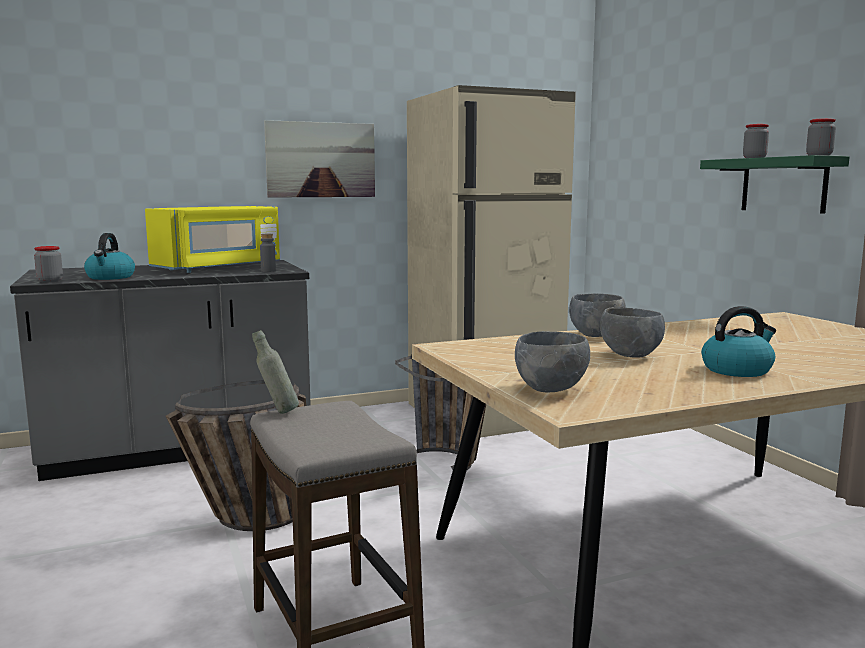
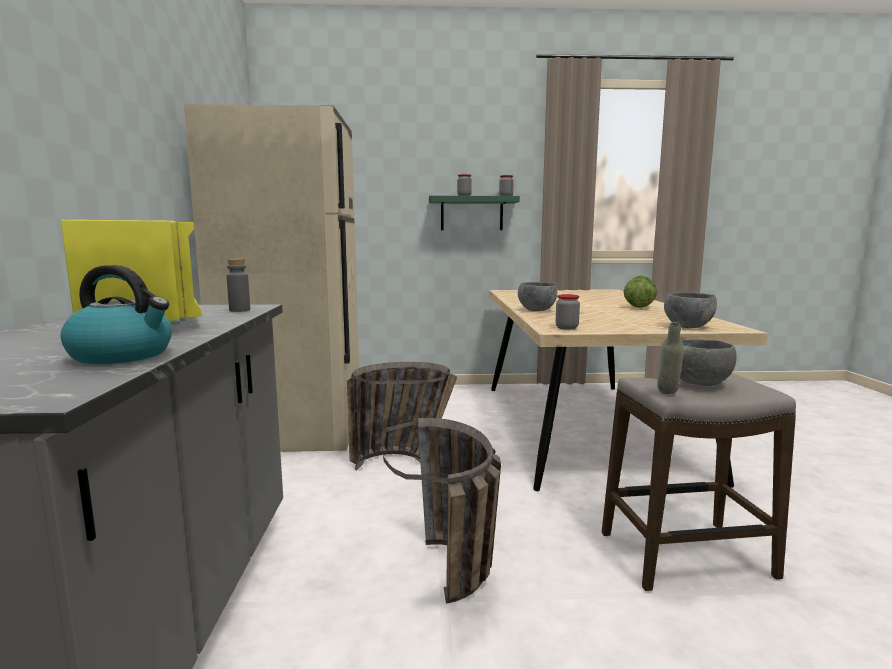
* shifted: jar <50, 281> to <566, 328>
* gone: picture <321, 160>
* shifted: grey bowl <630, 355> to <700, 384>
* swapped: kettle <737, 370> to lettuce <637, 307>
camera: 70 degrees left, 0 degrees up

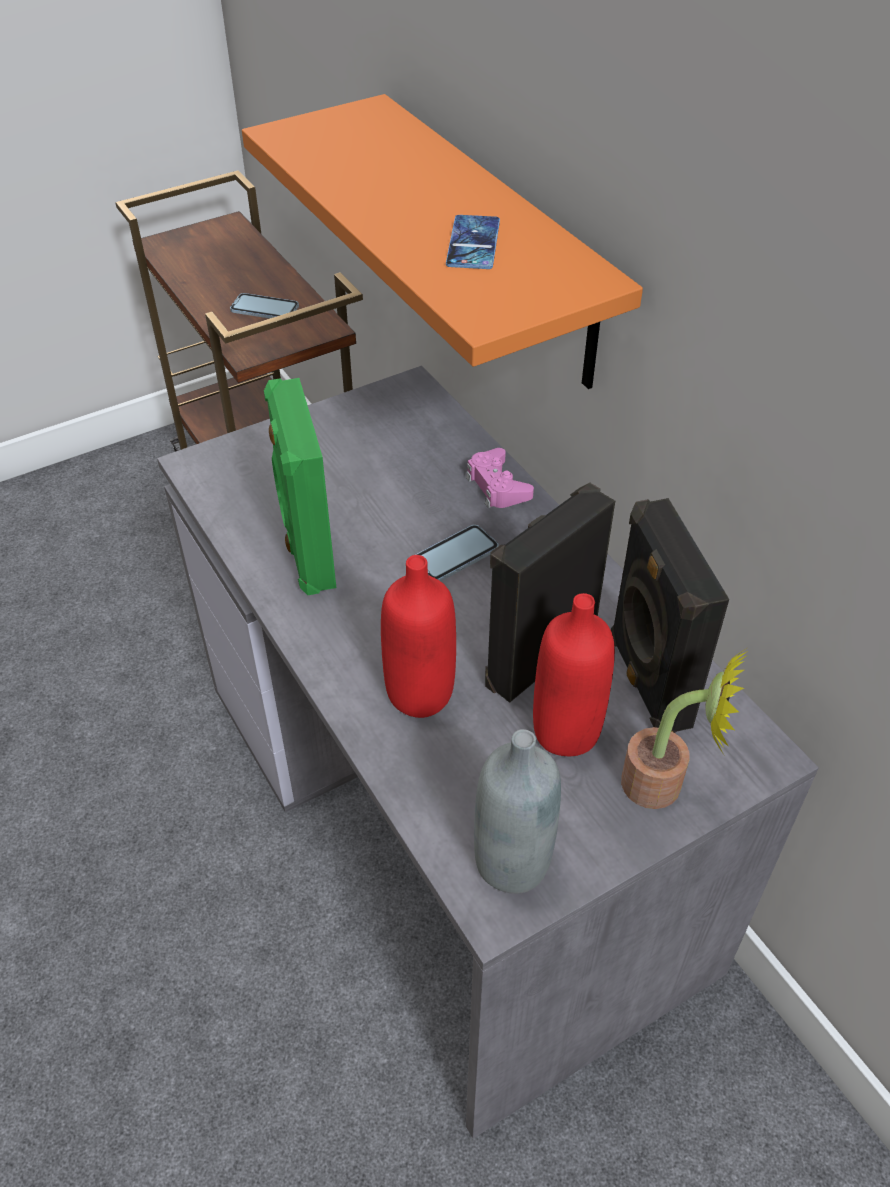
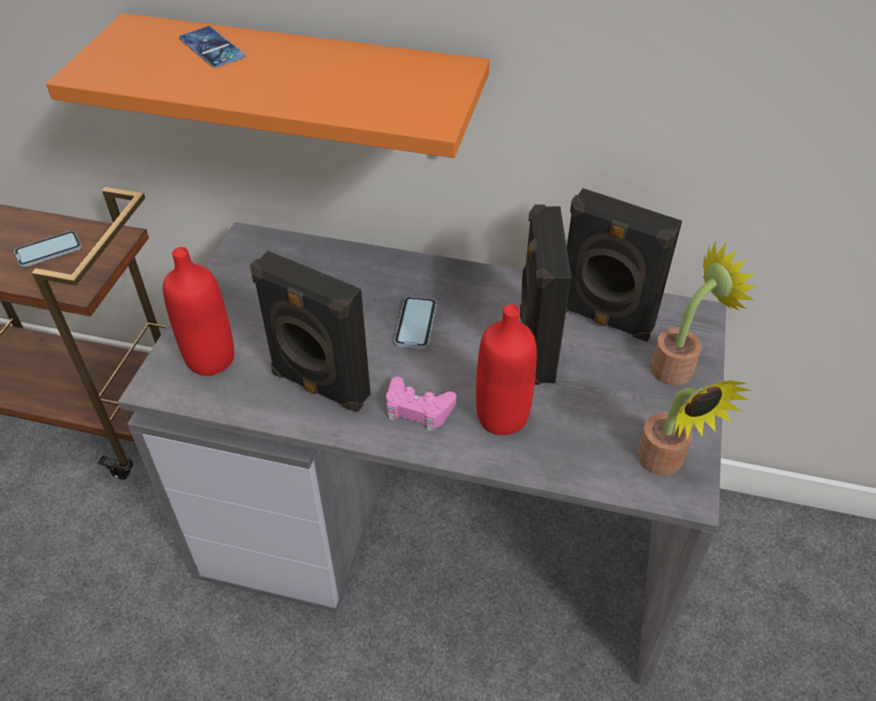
* repainted: green speaker <306, 551> to black speaker <318, 386>
* shifted: phone <473, 243> to <212, 48>
* shifted: pink game controller <497, 486> to <418, 409>
* swapped: grey bottle <512, 863> to potted plant <665, 464>
* shifted: red bottle <566, 731> to <210, 359>
camera: 45 degrees left, 0 degrees up

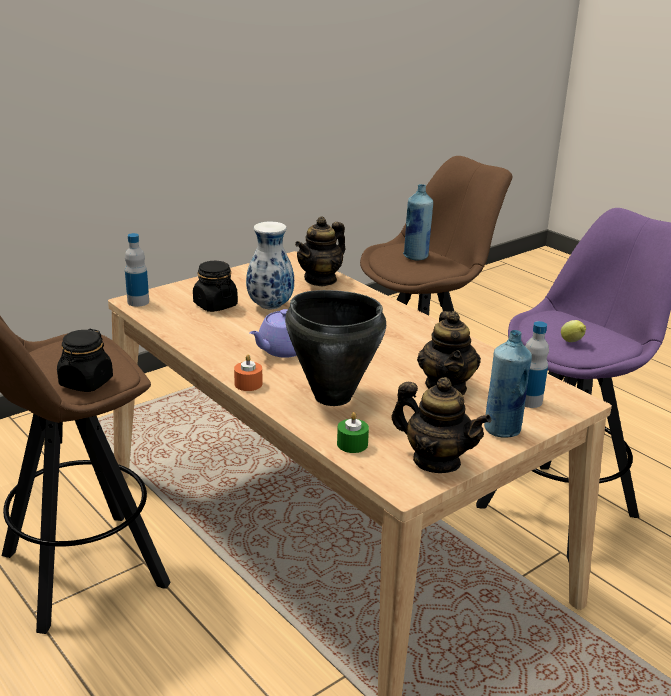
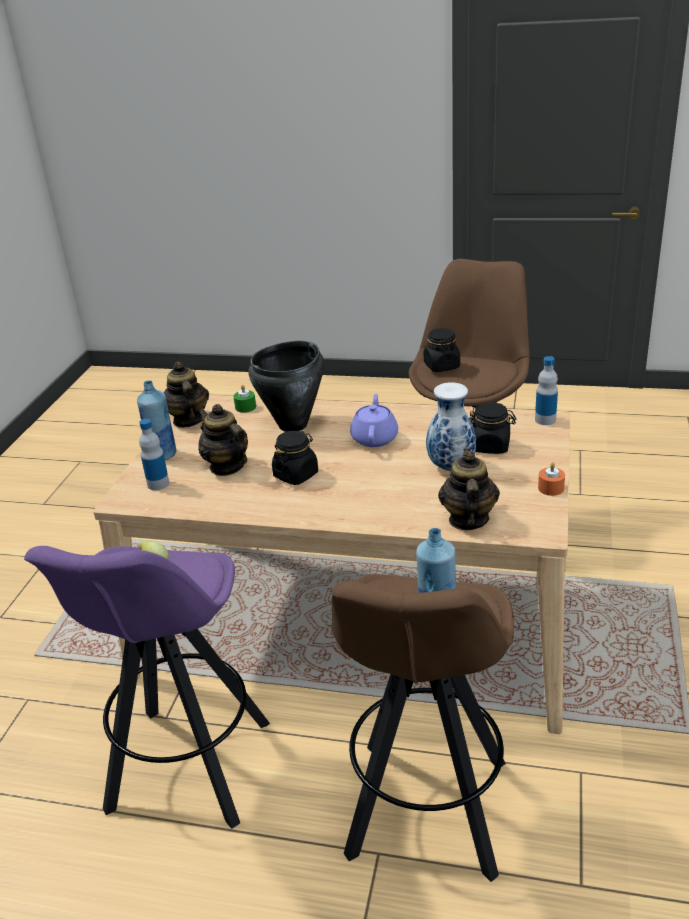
* shifted: orange candle <248, 384> to <551, 488>
* rotated: teapot <436, 461> = <188, 420> 75 degrees clockwise
* new: black jar <296, 475>
camera: 145 degrees right, 5 degrees up

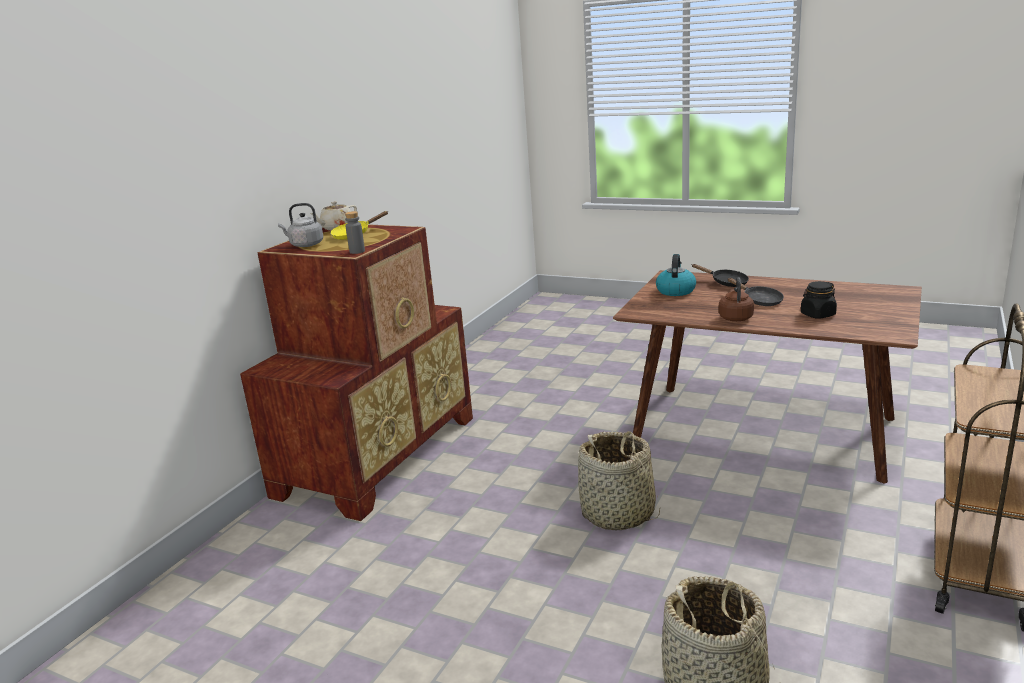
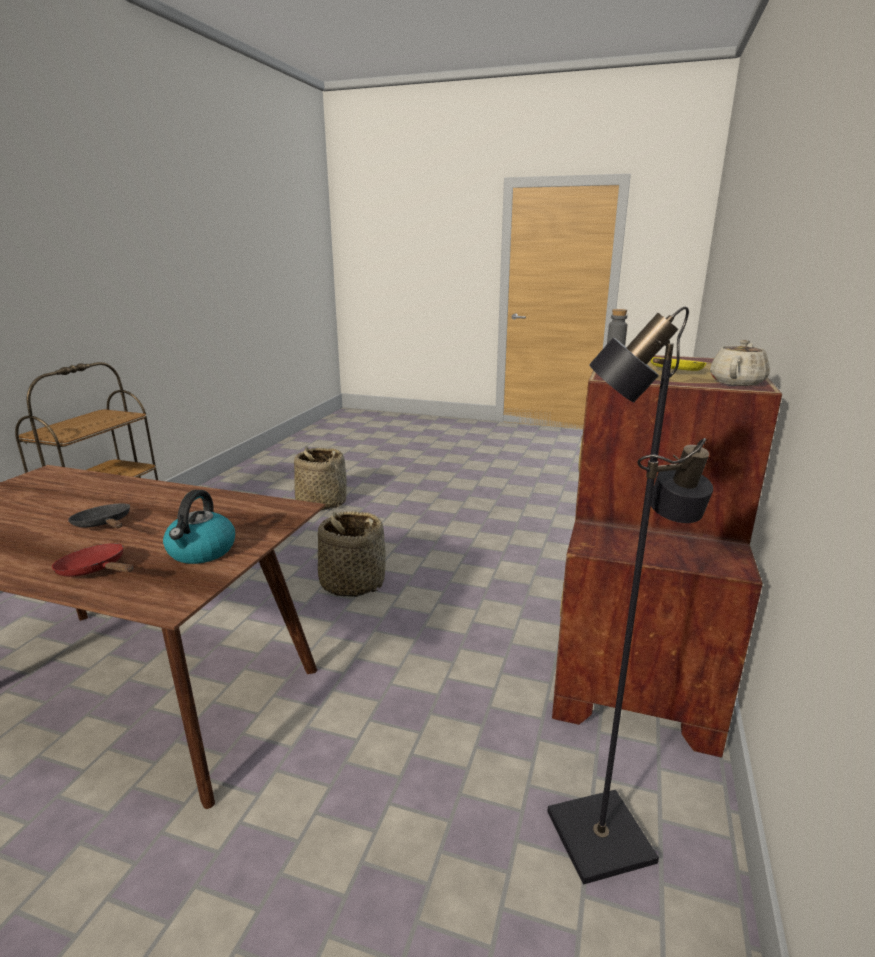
* gone: grey kettle <305, 245>
* repainted: black frying pan <726, 282> to red frying pan <96, 570>
* gone: brown kettle <735, 317>
* gone: black jar <817, 315>
* new: black floor lamp <600, 836>
camera: 170 degrees right, 0 degrees up

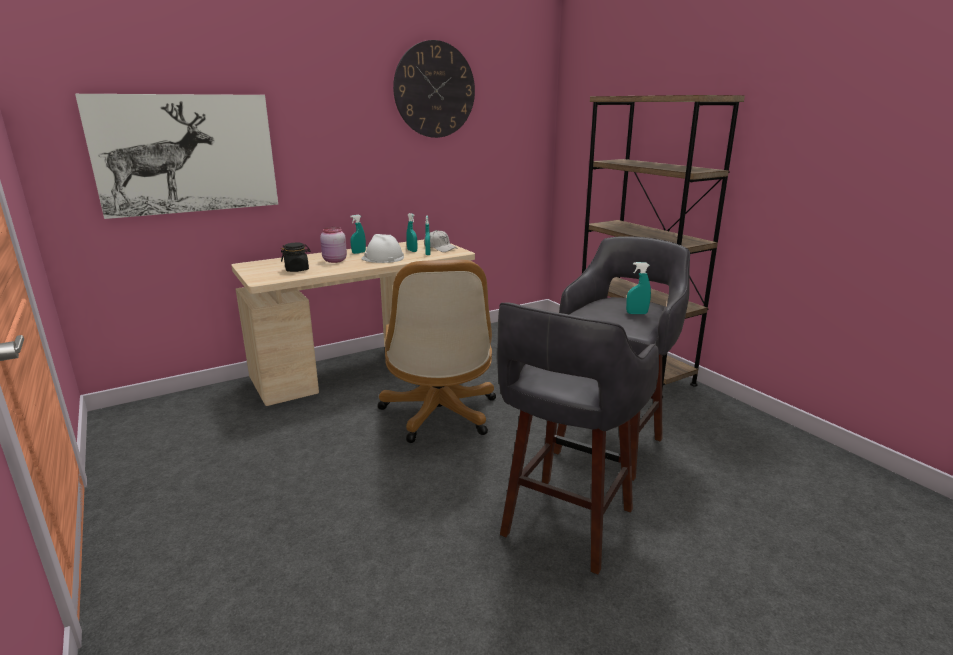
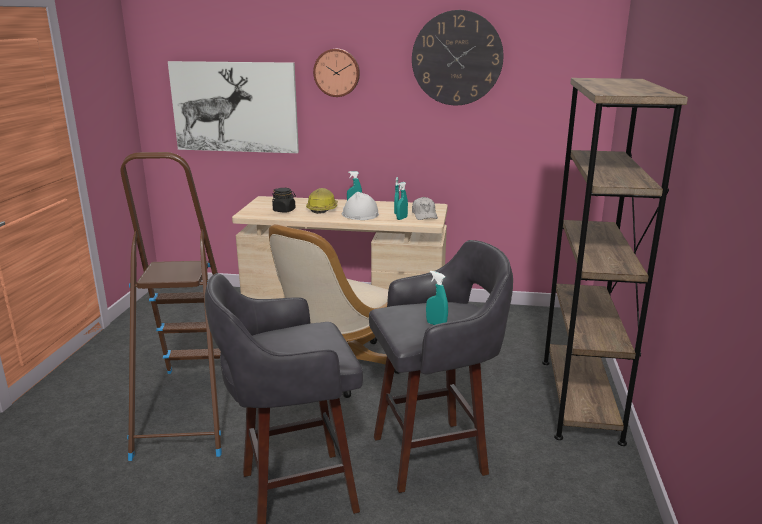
* swapped: pink jar <334, 261> to hard hat <322, 209>
* new: brown step ladder <192, 408>
* new: wall clock <337, 72>
camera: 40 degrees right, 0 degrees up

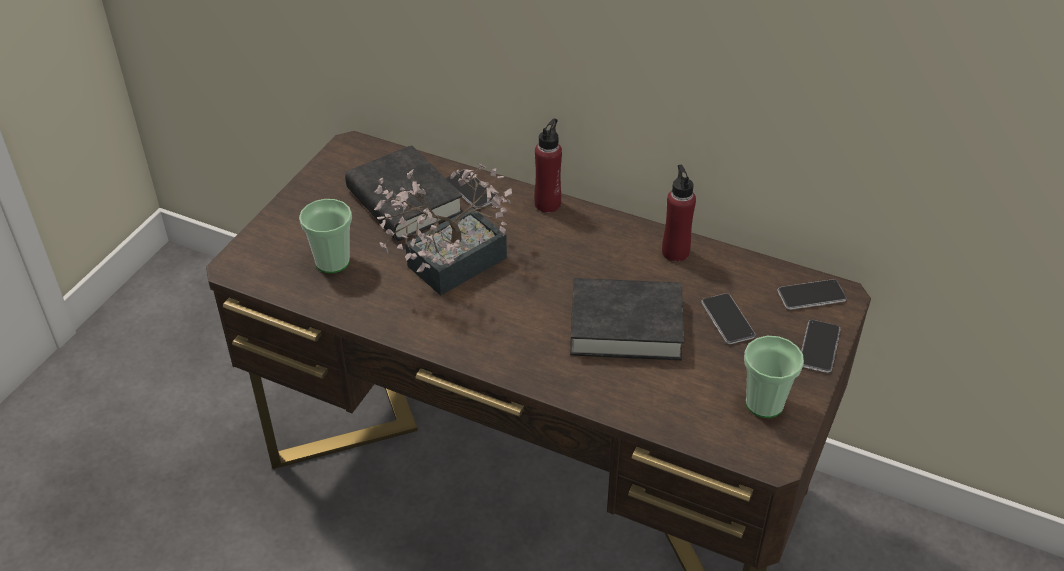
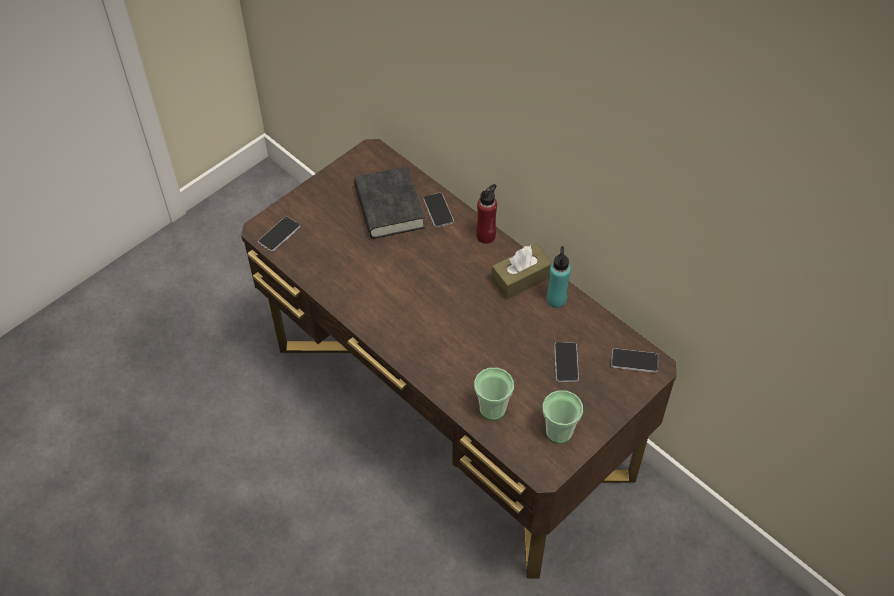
* shifted: cup <332, 262> to <492, 409>
* gone: potted plant <447, 266>
* gone: black book <626, 326>
* repainted: red bottle <675, 252> to turquoise bottle <556, 299>
* shifted: phone <819, 347> to <279, 234>
* new: brown tissue box <521, 278>
camera: 20 degrees right, 10 degrees up

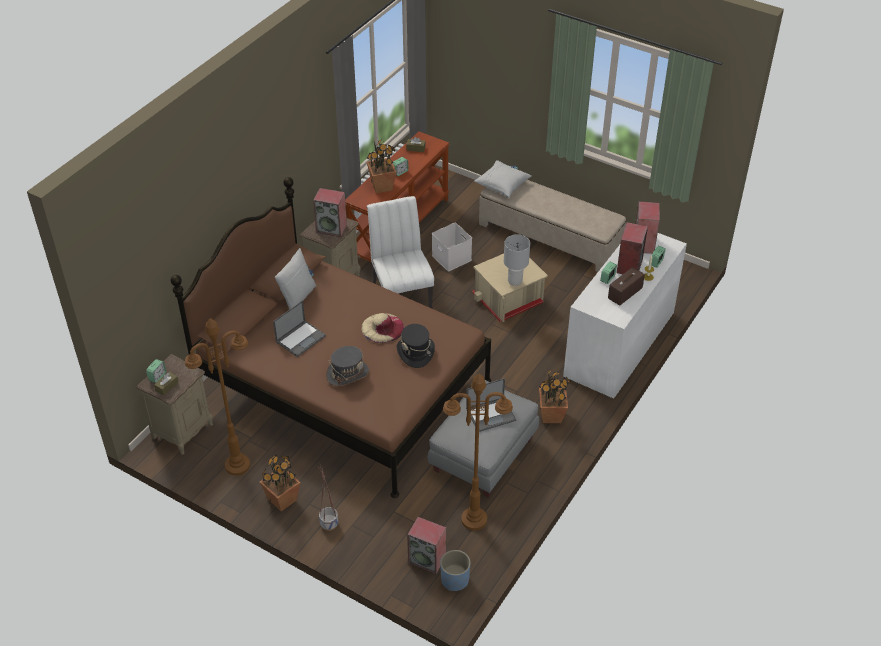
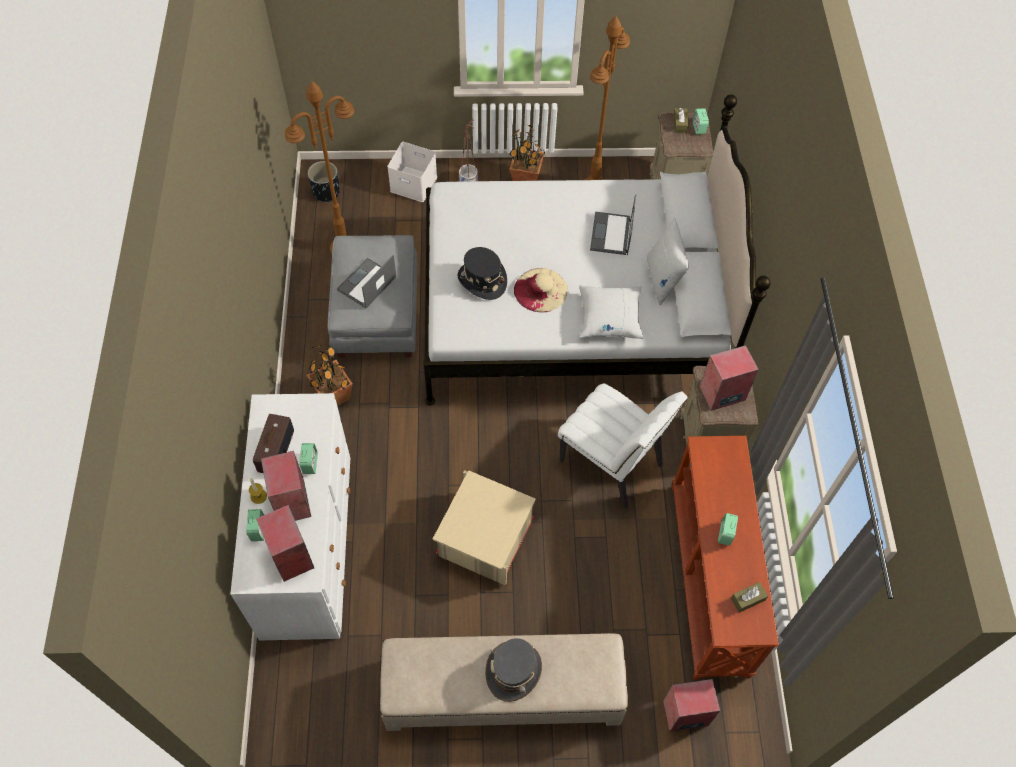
* repainted: brown bed <344, 388> to white bed <570, 312>
* shifted: grey hat <348, 374> to <513, 671>
* gone: potted plant <382, 186>
* shifted: speaker <427, 559> to <685, 714>
* shifted: white storage box <450, 257> to <415, 184>
* repainted: blue planter <455, 580> to black planter <326, 192>
* shifted: grey pillow <502, 185> to <609, 318>
* gone: grey table lamp <514, 282>
camera: 145 degrees right, 15 degrees up

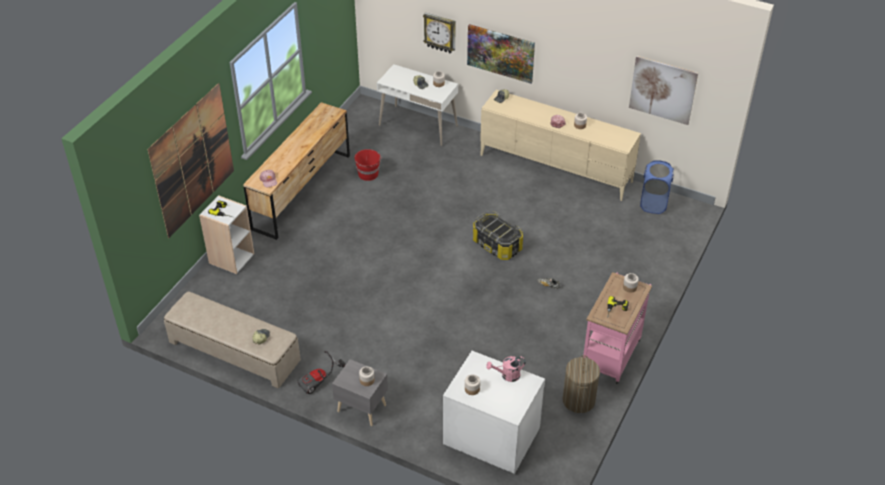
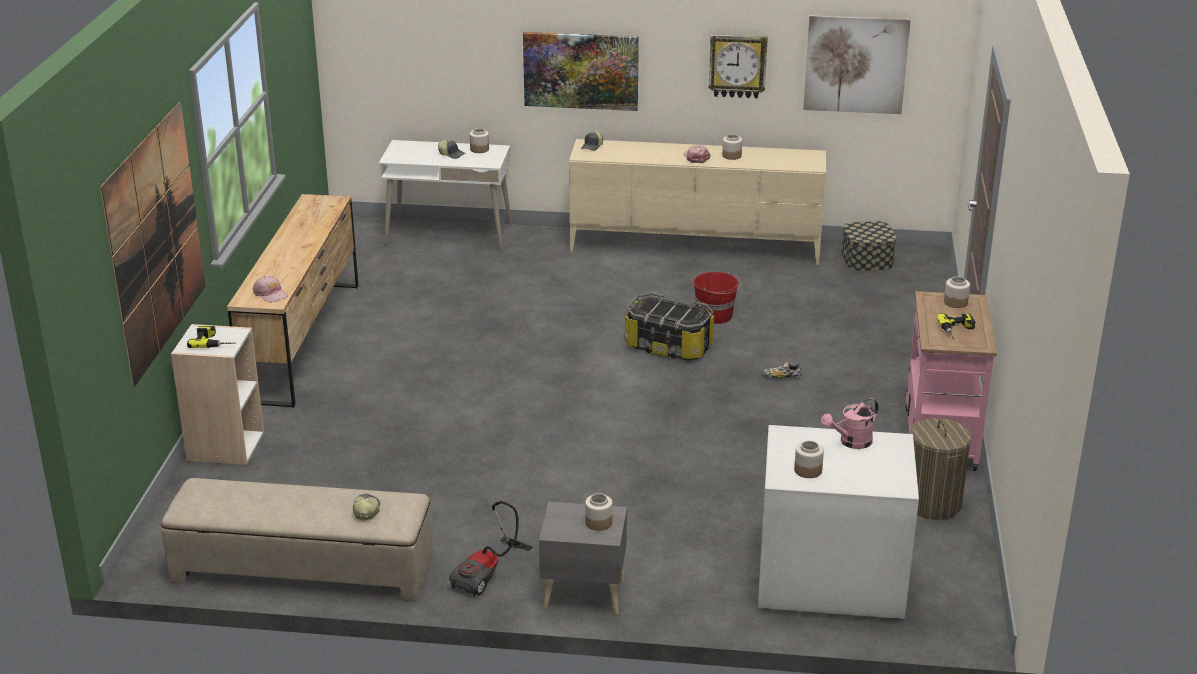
* shifted: red bucket <368, 174> to <715, 315>
* shifted: wall clock <440, 32> to <737, 65>
* swapped: blue laundry basket <653, 204> to storage box <867, 260>
camera: 20 degrees left, 15 degrees down

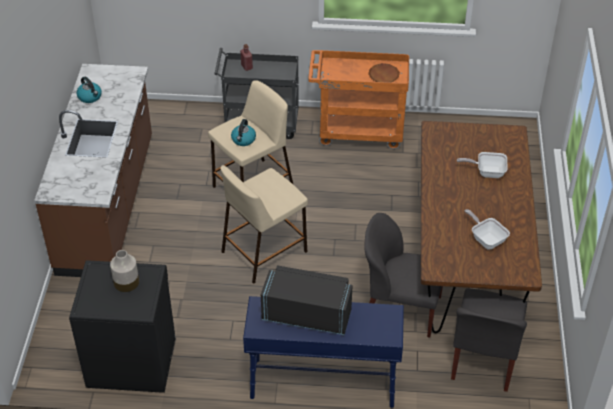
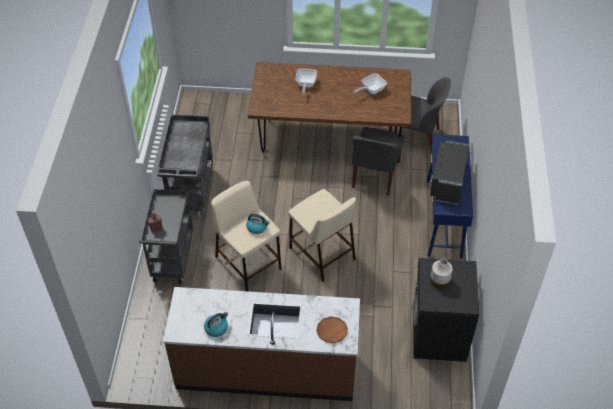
* repainted: orange cart <356, 136> to black cart <191, 195>
* shifted: brown plate <383, 75> to <332, 331>
camera: 90 degrees left, 5 degrees up

